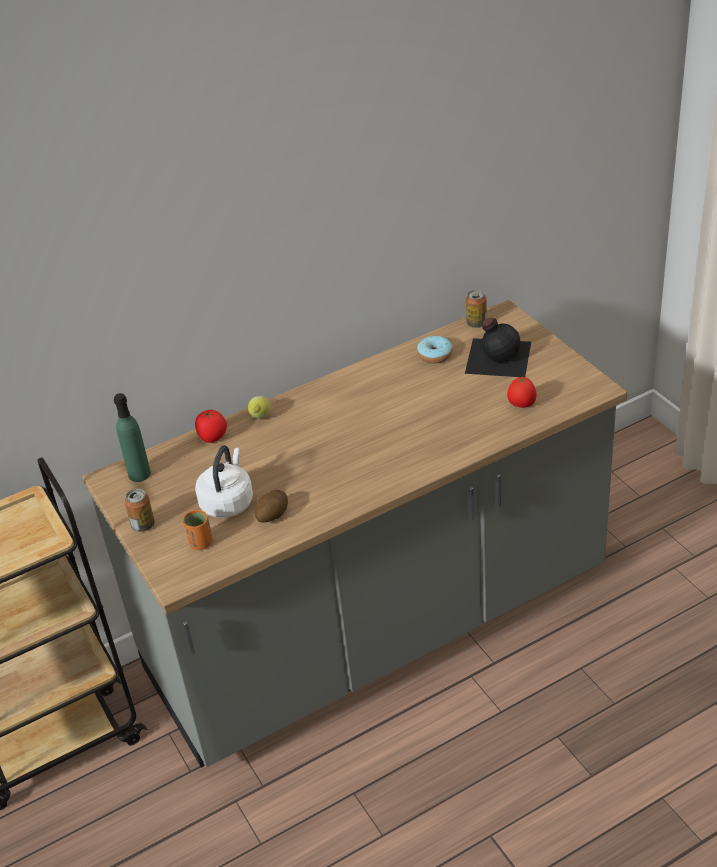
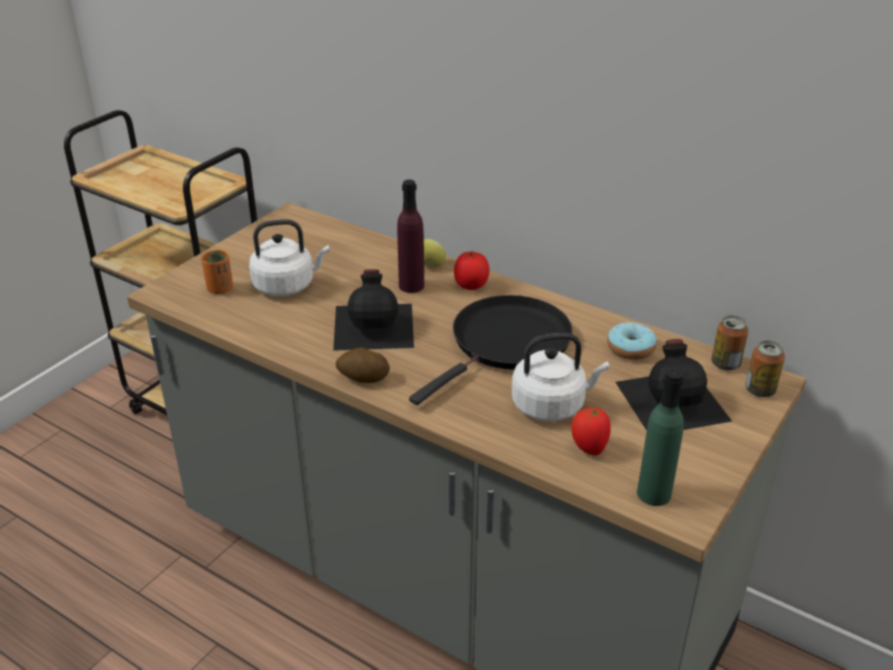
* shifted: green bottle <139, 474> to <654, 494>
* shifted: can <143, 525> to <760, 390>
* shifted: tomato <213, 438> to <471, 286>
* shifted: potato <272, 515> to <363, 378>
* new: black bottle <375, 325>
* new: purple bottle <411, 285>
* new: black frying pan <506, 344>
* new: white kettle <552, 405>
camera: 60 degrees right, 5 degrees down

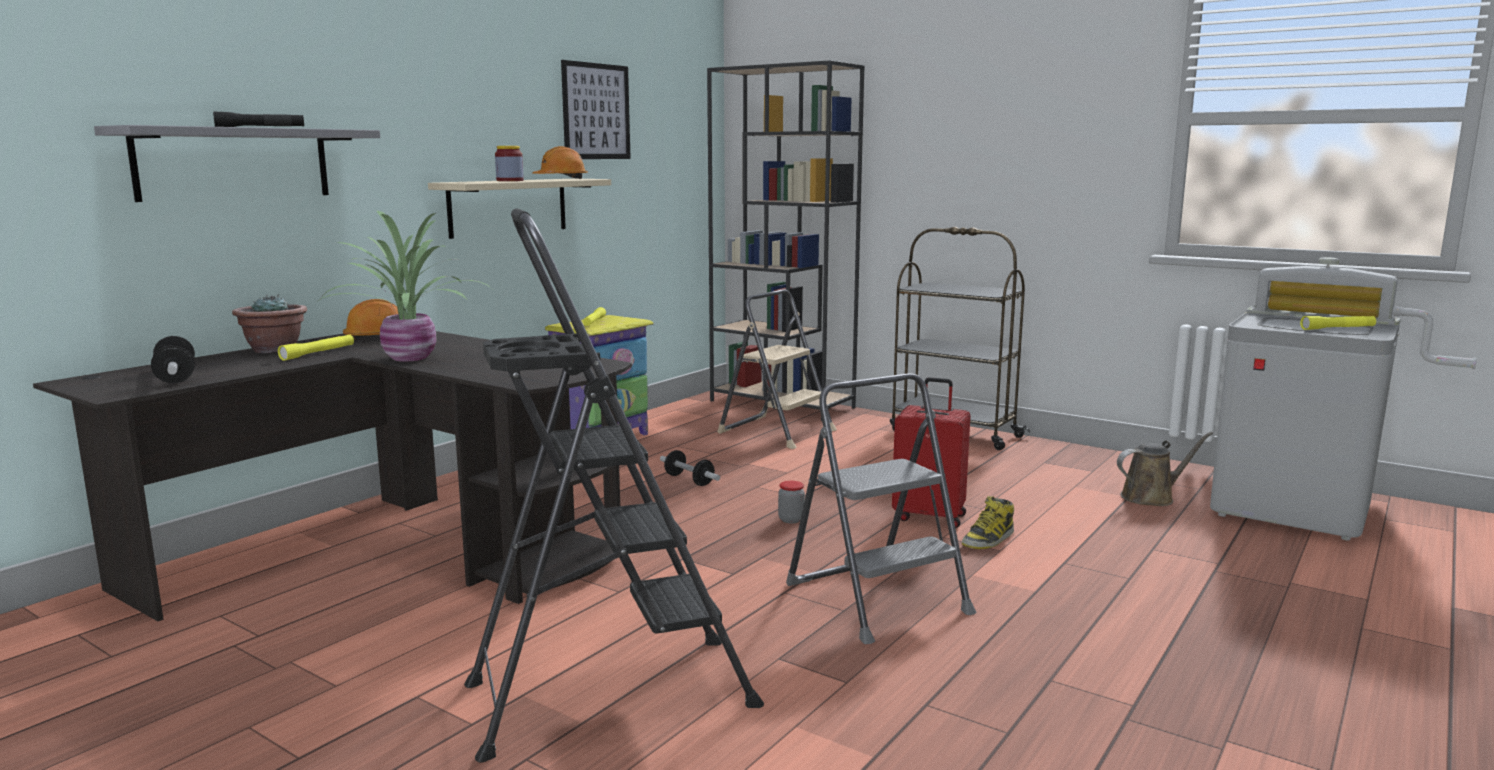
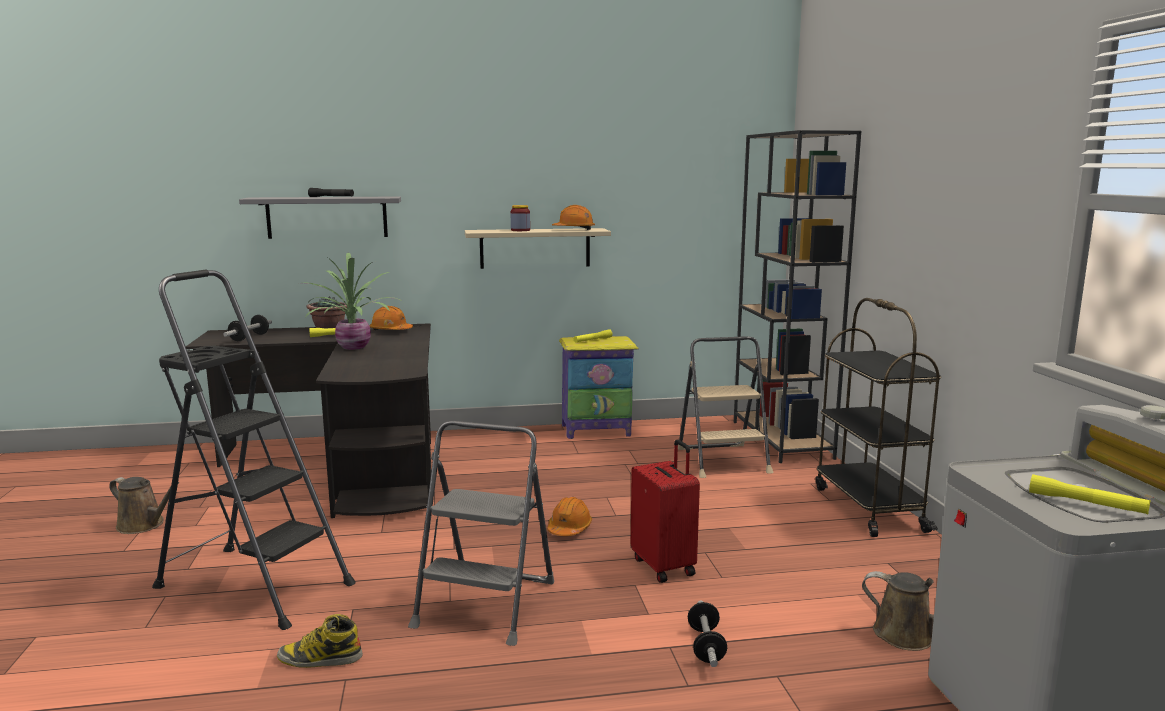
* gone: picture <596, 111>
* shifted: dumbbell <689, 480> to <706, 646>
* swapped: jar <791, 519> to orange hard hat <569, 528>
* shifted: boot <988, 539> to <319, 658>
* new: brown watering can <144, 525>
camera: 45 degrees right, 0 degrees up

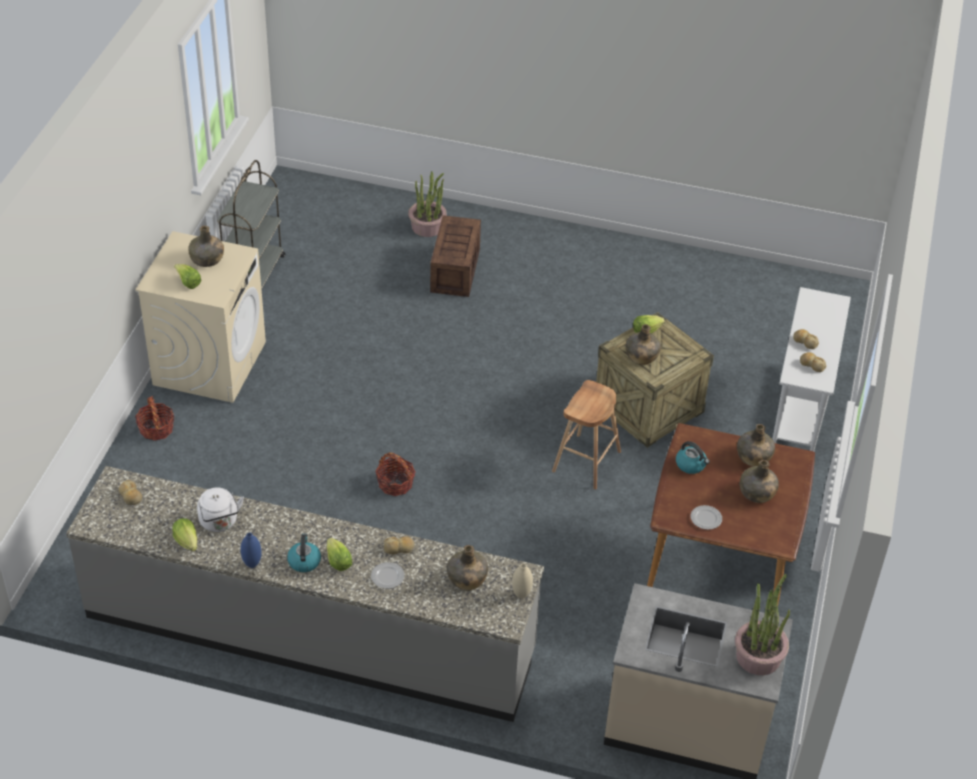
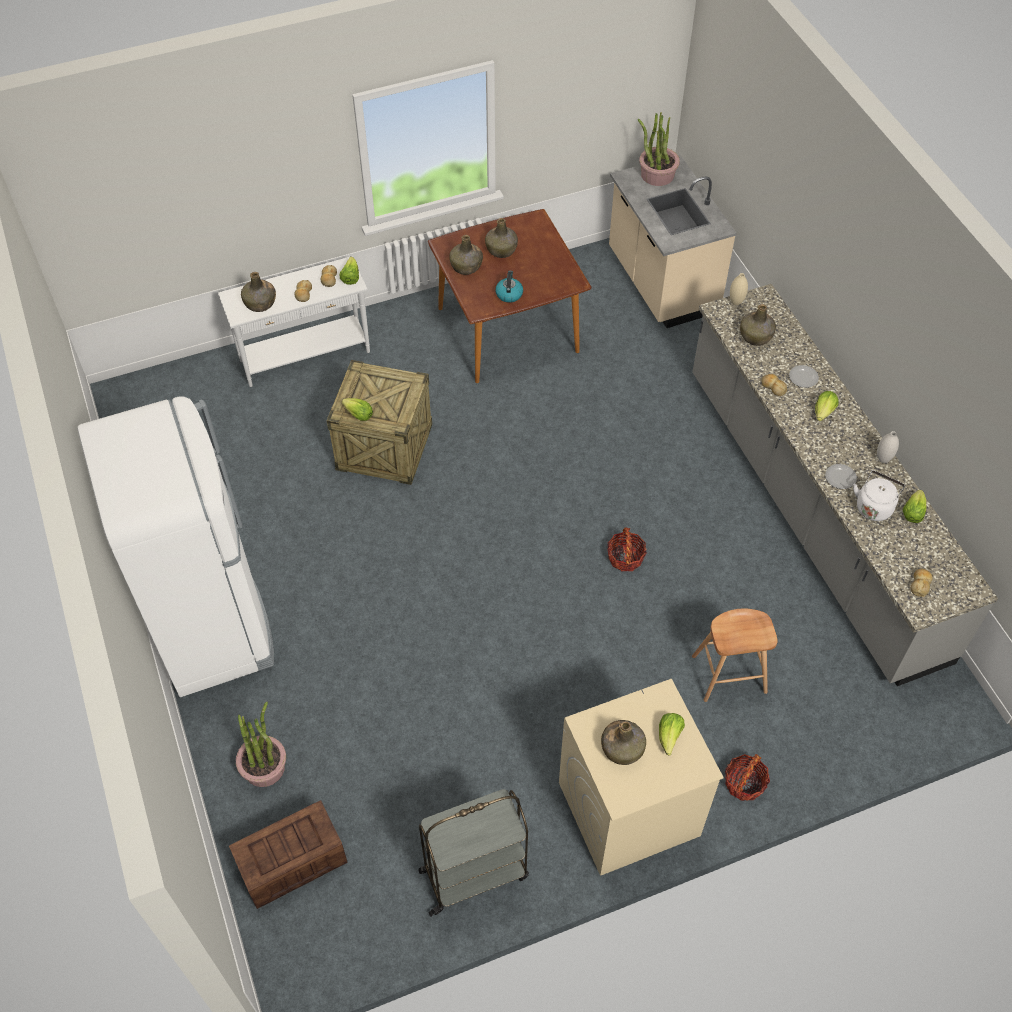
* repainted: blue vase <252, 564> to white vase <883, 459>
* gone: kettle <304, 561>
* shifted: crate <455, 269> to <291, 864>
* shifted: brown stool <586, 461> to <728, 674>
* shifted: green bottle <641, 356> to <260, 303>
* shifted: plate <705, 518> to <840, 478>
* new: white fridge <213, 628>
* new: lettuce <350, 277>
camera: 125 degrees left, 10 degrees up

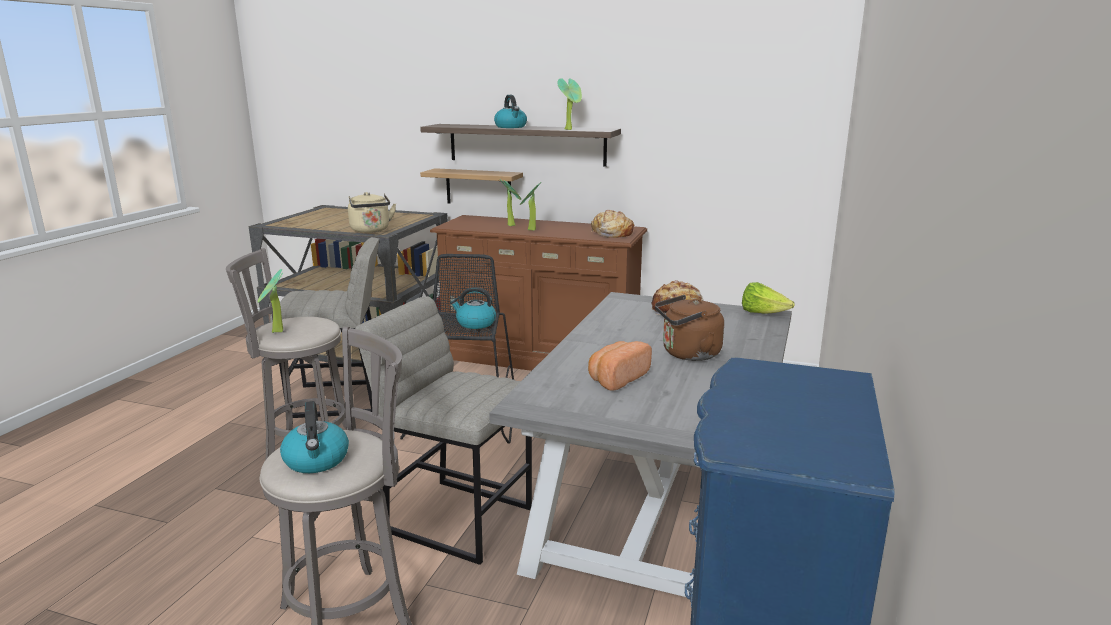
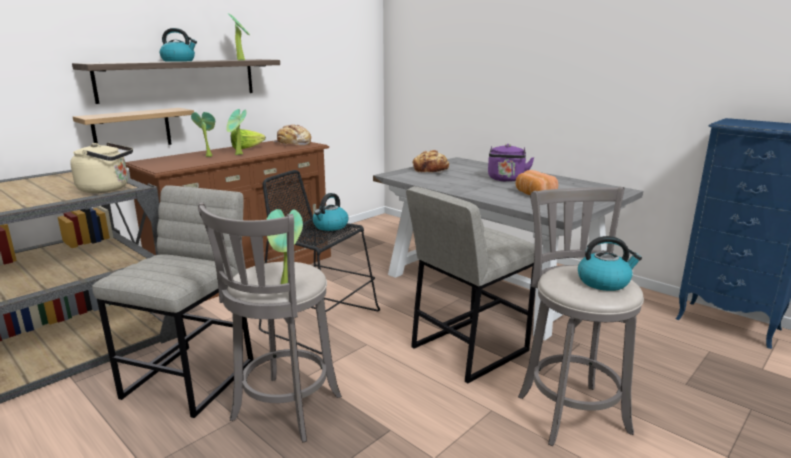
* repainted: brown kettle <687, 354> to purple kettle <506, 179>
* shifted: lettuce <762, 313> to <246, 149>
camera: 65 degrees left, 0 degrees up

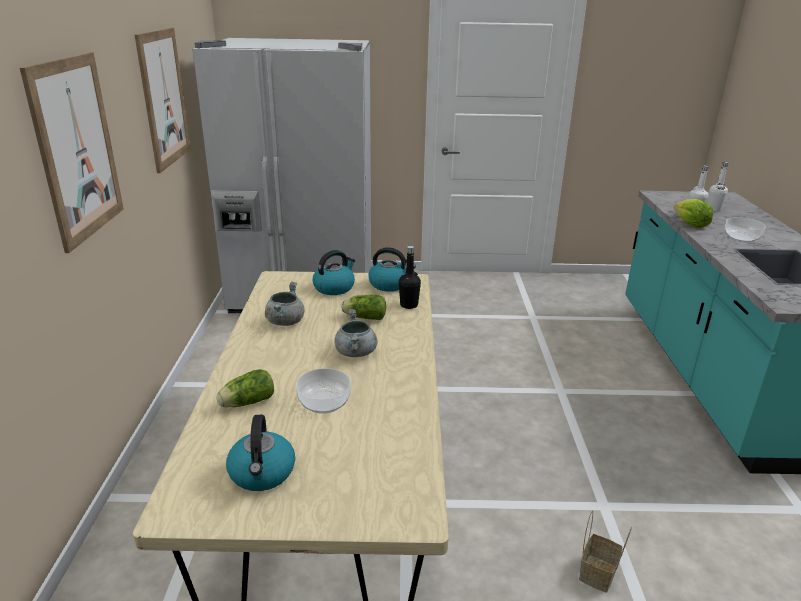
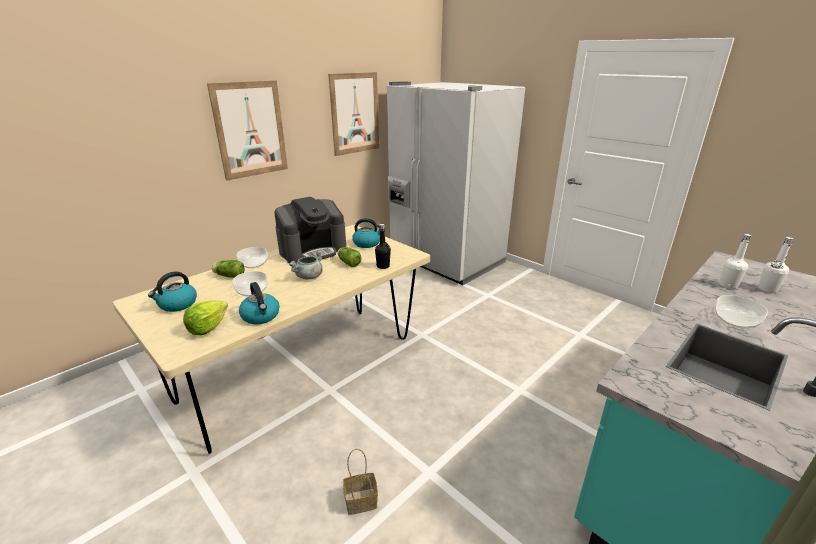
* swapped: grey cooking pot <285, 321> to coffee machine <313, 250>
* shifted: kettle <390, 284> to <261, 316>
* shifted: lettuce <690, 224> to <208, 328>
* new: bowl <254, 263>
camera: 45 degrees right, 0 degrees up

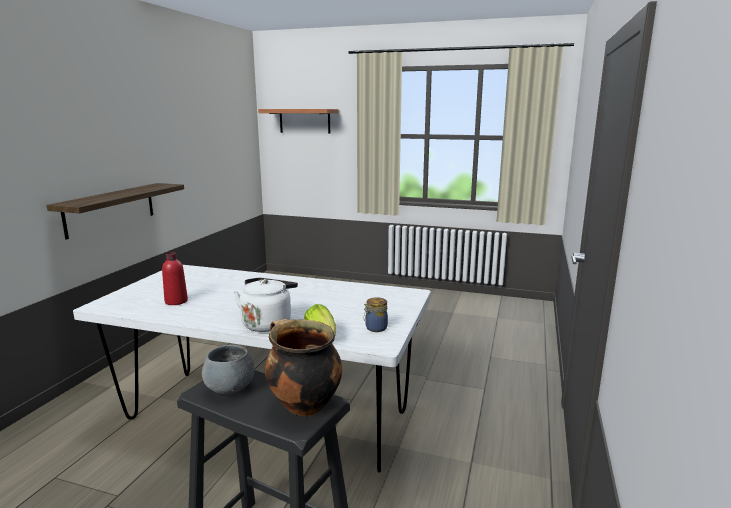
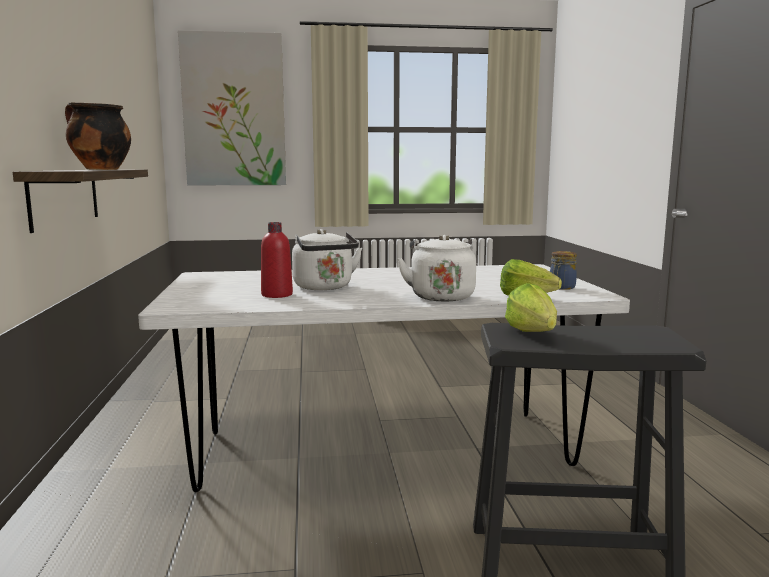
* swapped: grey bowl <230, 388> to lettuce <534, 335>
* swapped: shelf <304, 121> to picture <234, 110>
* shifted: cooking pot <303, 405> to <100, 169>
* new: white kettle <325, 287>
camera: 25 degrees left, 5 degrees down

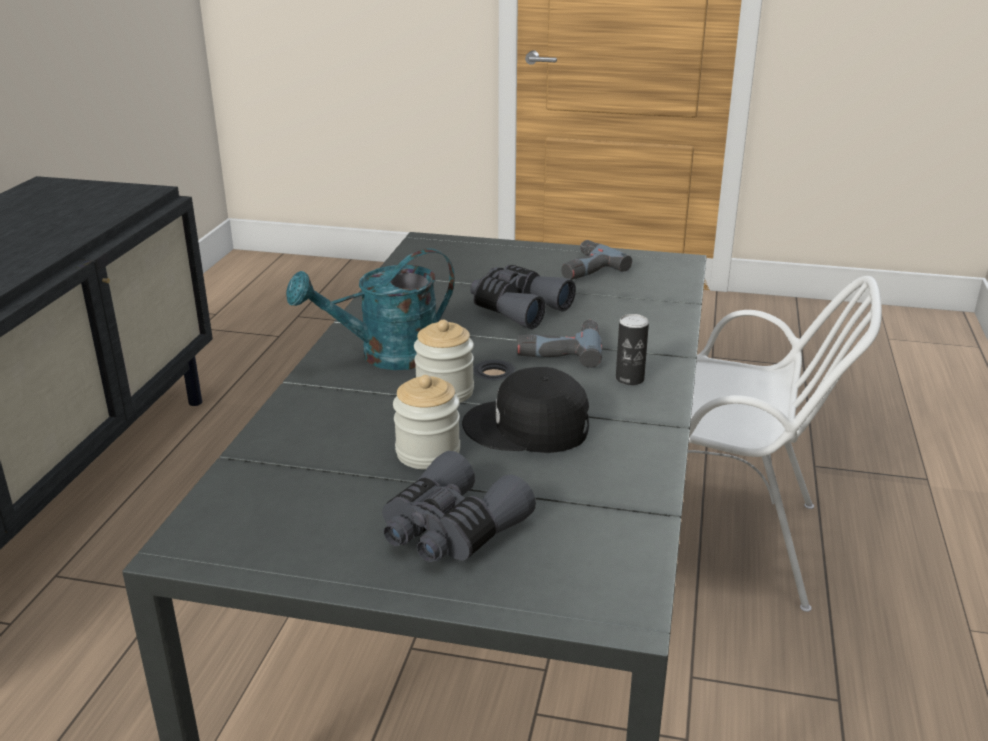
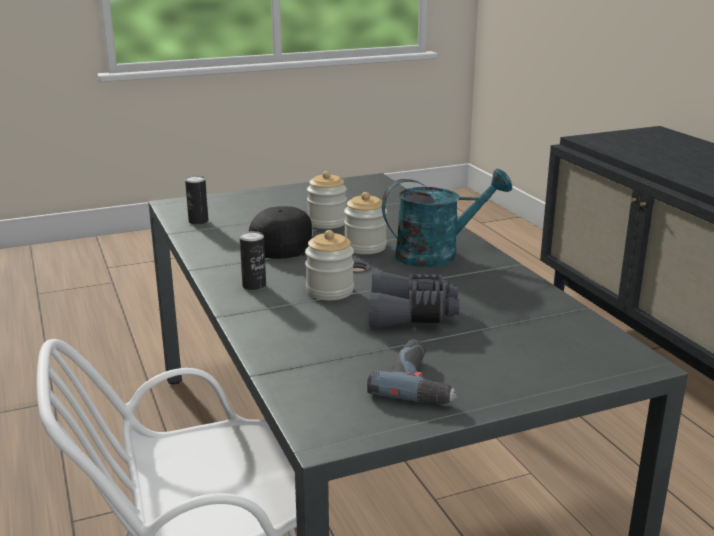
* rotated: turquoise watering can <386, 356> = <438, 254> 45 degrees clockwise
* gone: grey binoculars <450, 530>
* swapped: power drill <559, 349> to jar <330, 291>
* new: can <198, 221>
camera: 145 degrees right, 5 degrees down

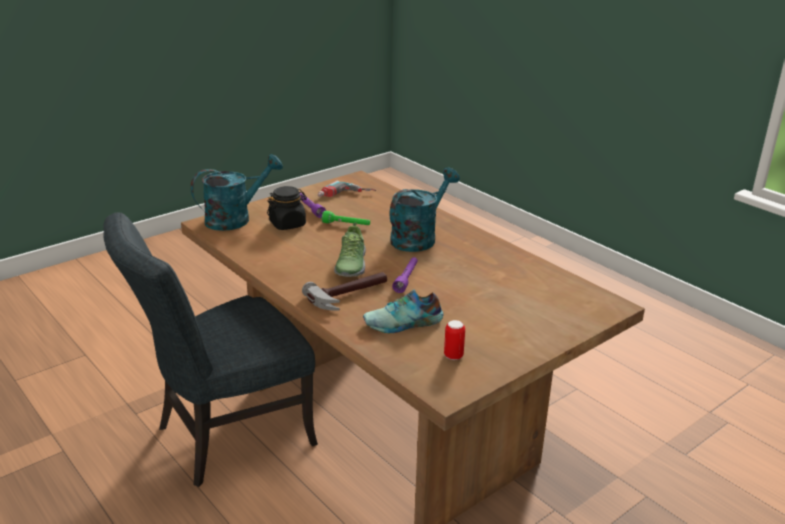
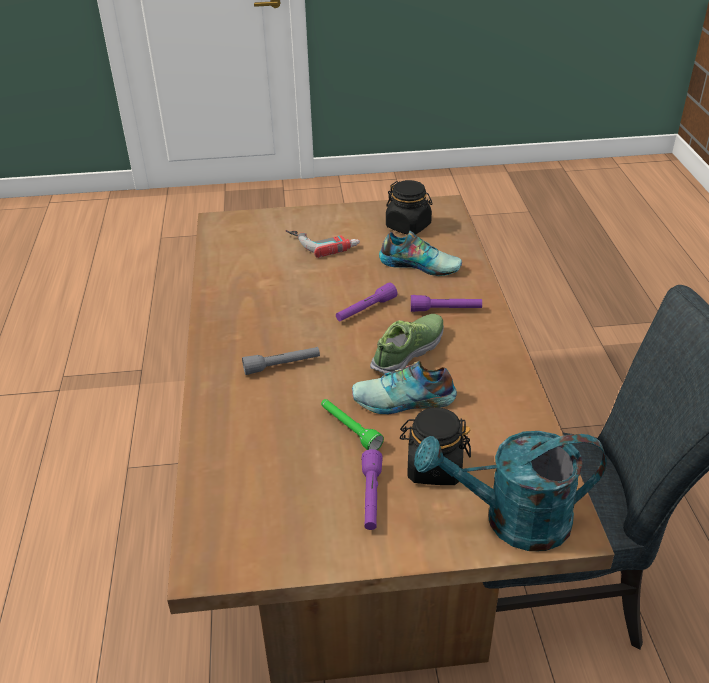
* swapped: hammer <349, 296> to purple flashlight <445, 310>
* shifted: power drill <345, 196> to <323, 242>
* swapped: turquoise watering can <418, 237> to grey flashlight <282, 365>
* swapped: can <453, 356> to black jar <408, 226>
* new: shoe <404, 401>
camera: 145 degrees left, 10 degrees up

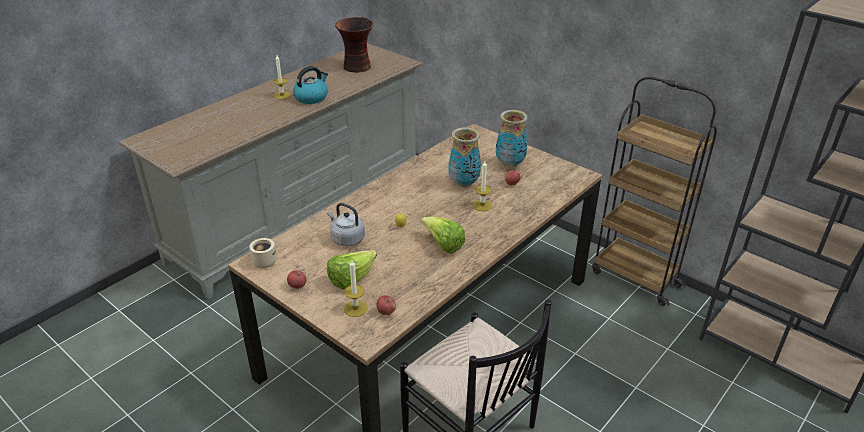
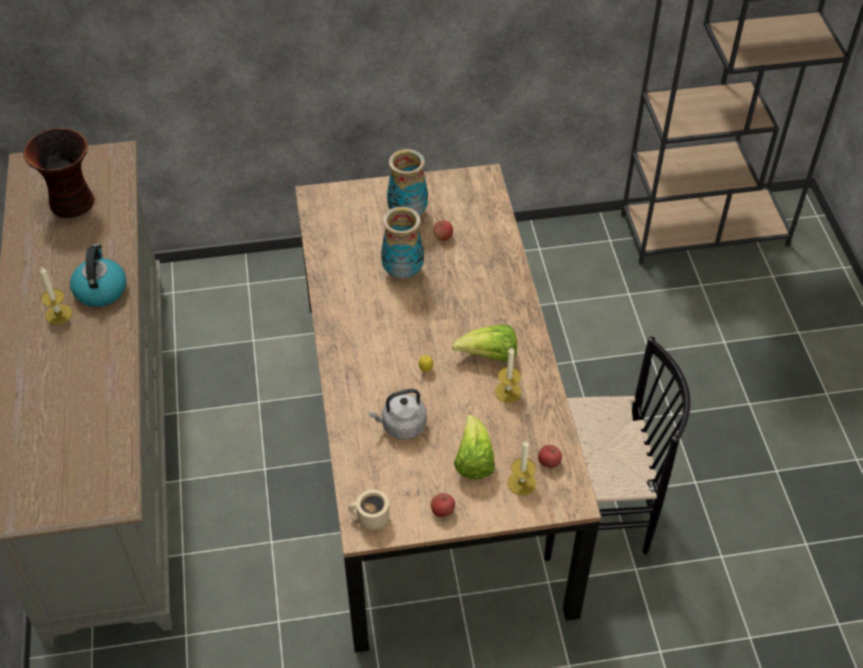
* shifted: candle <482, 205> to <508, 392>
* gone: brown cart <635, 279>
camera: 50 degrees left, 15 degrees up

